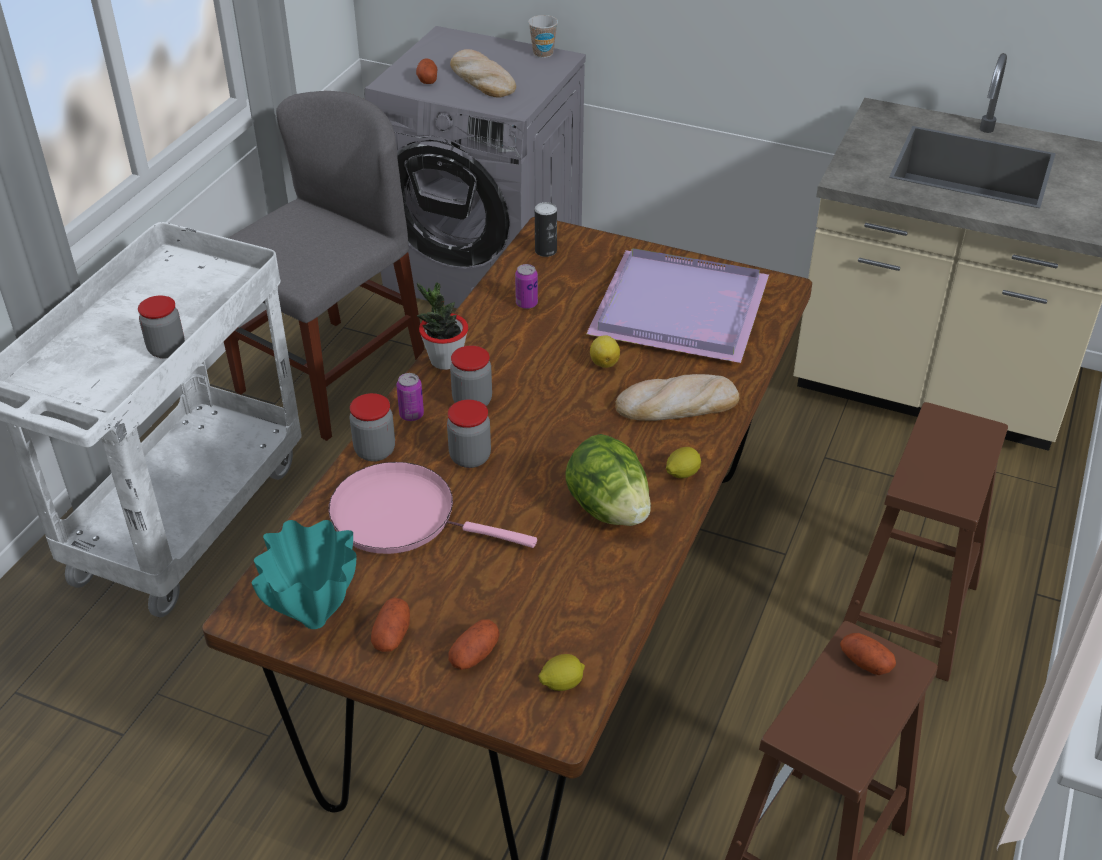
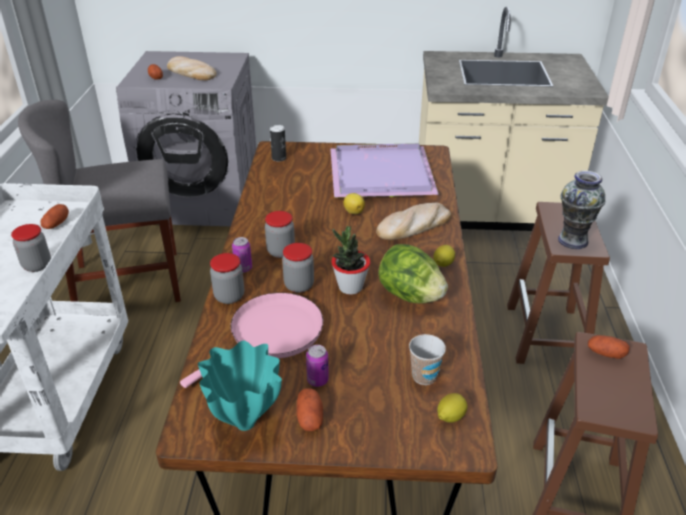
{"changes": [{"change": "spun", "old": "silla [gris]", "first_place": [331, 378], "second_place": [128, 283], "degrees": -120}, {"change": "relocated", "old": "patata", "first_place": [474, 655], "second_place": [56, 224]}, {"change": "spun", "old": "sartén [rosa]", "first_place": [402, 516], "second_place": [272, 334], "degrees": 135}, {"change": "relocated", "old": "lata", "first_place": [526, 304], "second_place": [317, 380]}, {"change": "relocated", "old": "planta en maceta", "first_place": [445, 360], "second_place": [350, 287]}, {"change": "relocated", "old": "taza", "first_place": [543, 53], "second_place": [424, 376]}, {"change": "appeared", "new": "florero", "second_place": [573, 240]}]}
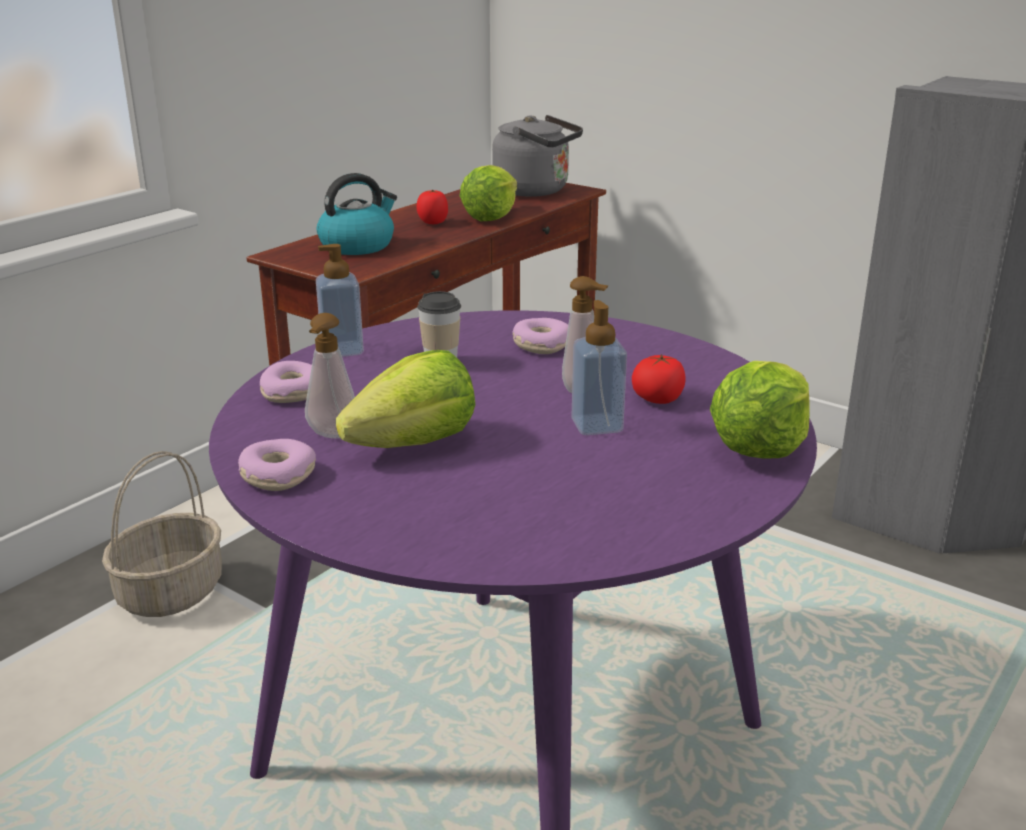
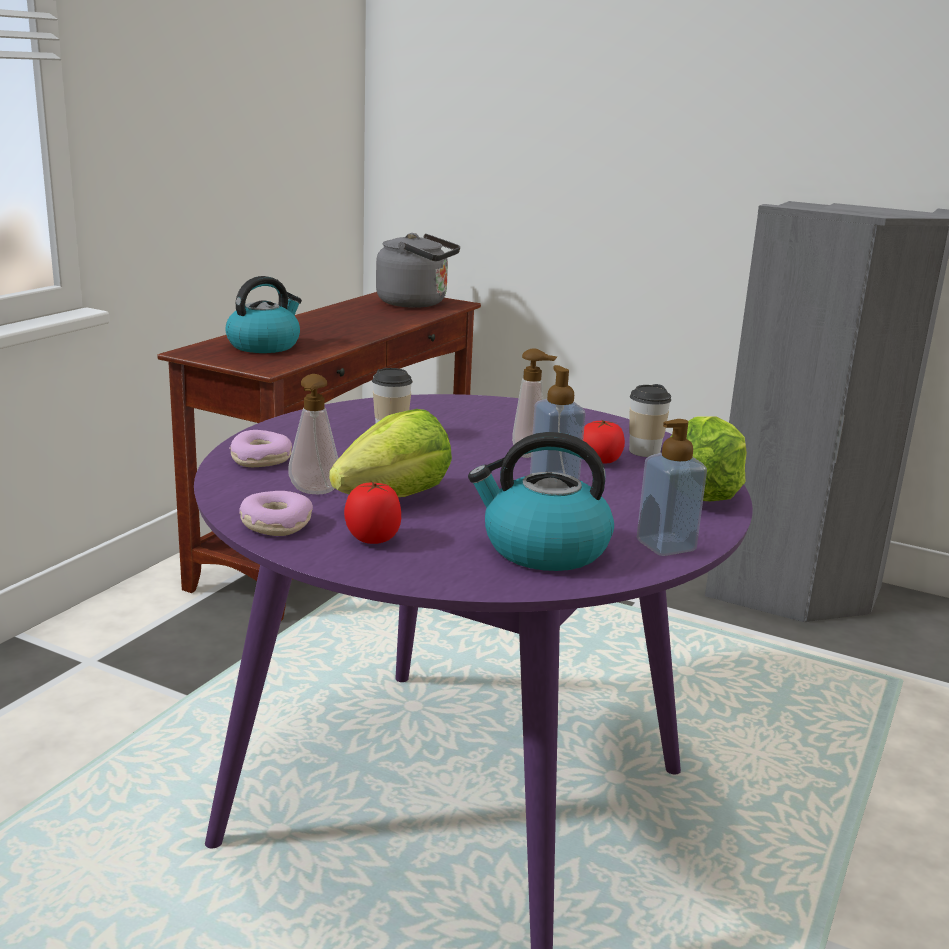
{"changes": [{"change": "relocated", "old": "tomate", "first_place": [433, 223], "second_place": [373, 539]}, {"change": "appeared", "new": "hervidor", "second_place": [543, 549]}, {"change": "appeared", "new": "taza", "second_place": [644, 451]}, {"change": "relocated", "old": "dispensador de jabón", "first_place": [342, 350], "second_place": [666, 545]}, {"change": "missing", "old": "cesta", "first_place": [171, 592]}, {"change": "missing", "old": "lechuga", "first_place": [491, 216]}, {"change": "missing", "old": "rosquilla", "first_place": [541, 345]}]}
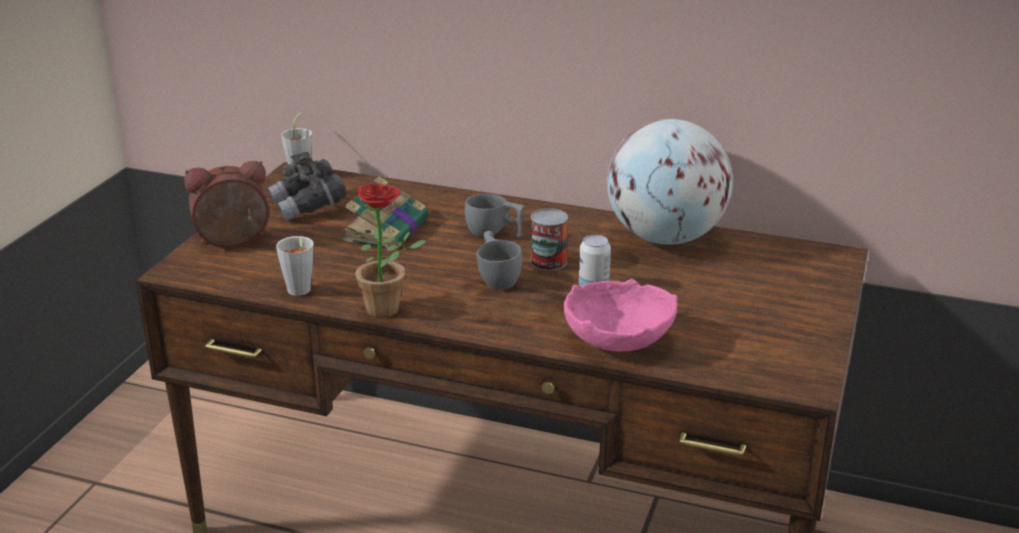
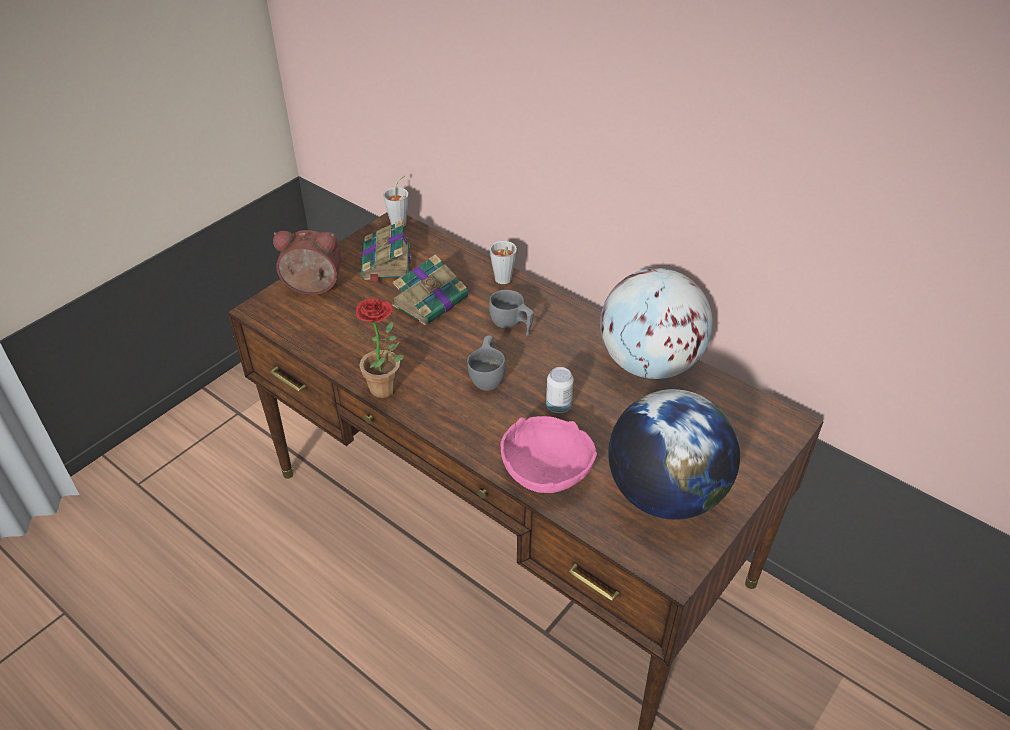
{"changes": [{"change": "exchanged", "old": "prismáticos [gris]", "new": "libro", "first_place": [309, 207], "second_place": [386, 263]}, {"change": "relocated", "old": "taza [gris]", "first_place": [299, 292], "second_place": [502, 281]}, {"change": "appeared", "new": "globo terráqueo", "second_place": [665, 494]}, {"change": "missing", "old": "lata", "first_place": [548, 262]}]}
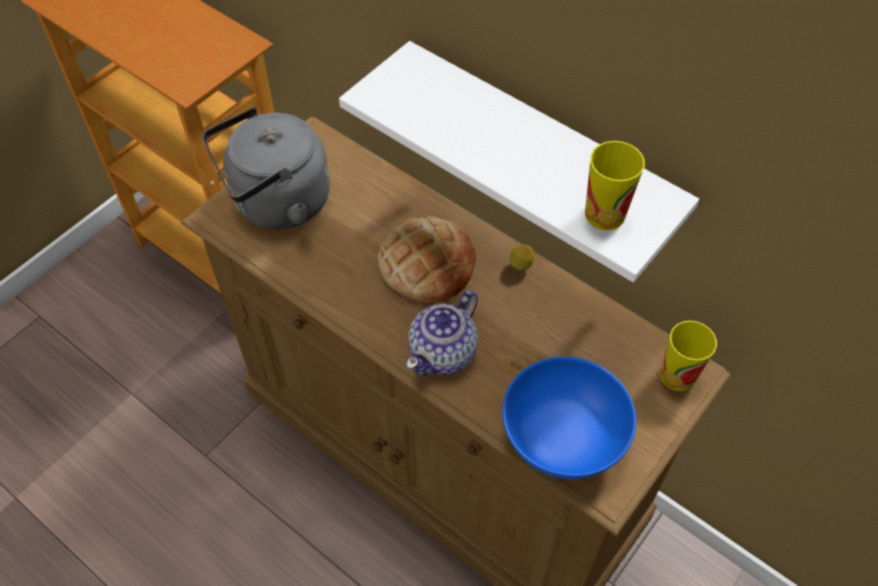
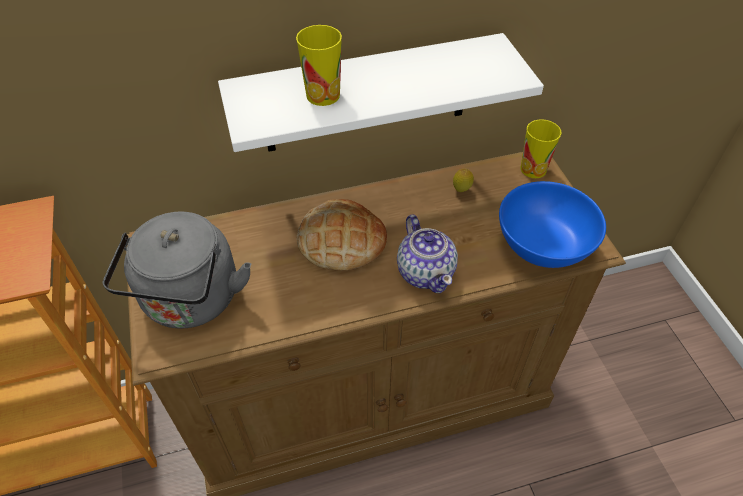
{"changes": [{"change": "relocated", "old": "taza", "first_place": [605, 214], "second_place": [323, 95]}, {"change": "relocated", "old": "limón", "first_place": [520, 267], "second_place": [461, 190]}]}
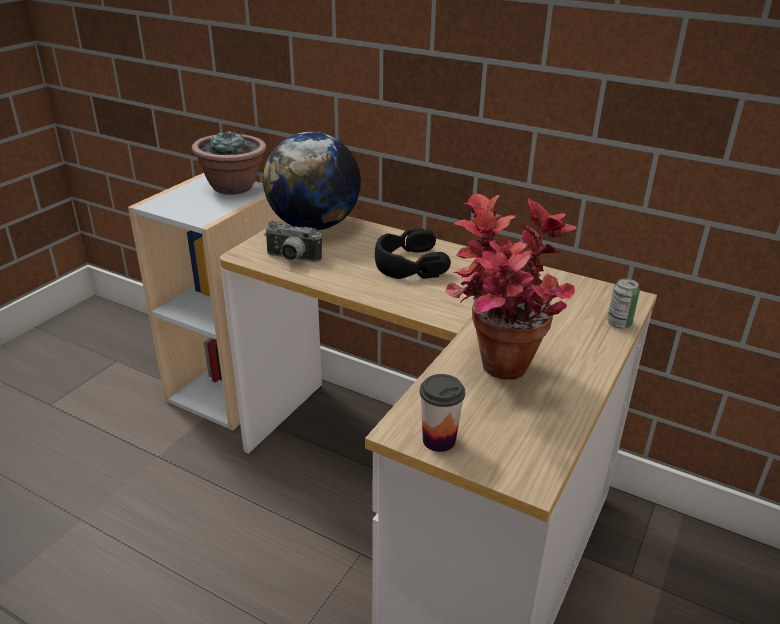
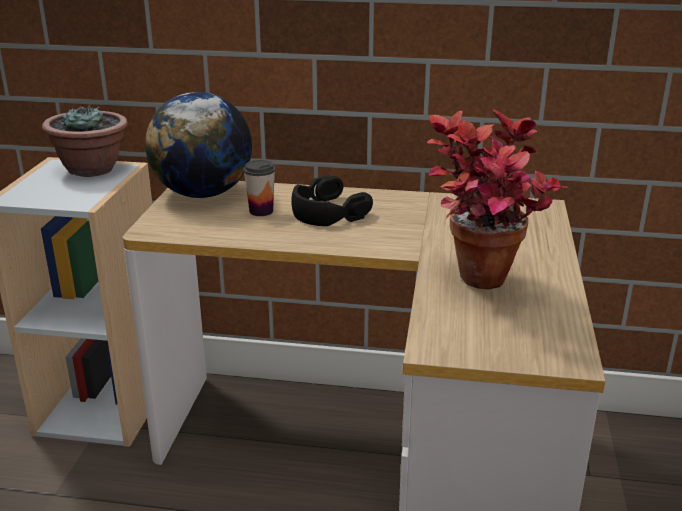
{"changes": [{"change": "relocated", "old": "taza", "first_place": [439, 440], "second_place": [261, 211]}, {"change": "missing", "old": "cámara", "first_place": [291, 259]}, {"change": "missing", "old": "lata", "first_place": [619, 323]}]}
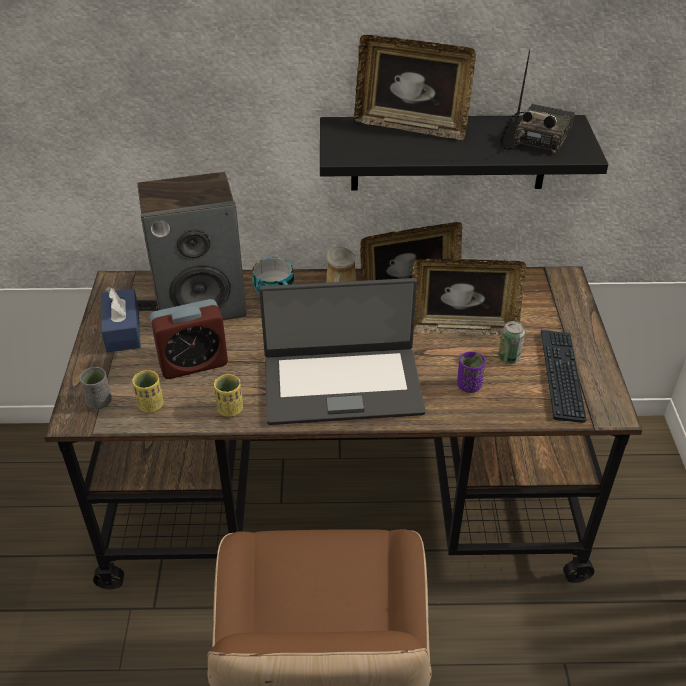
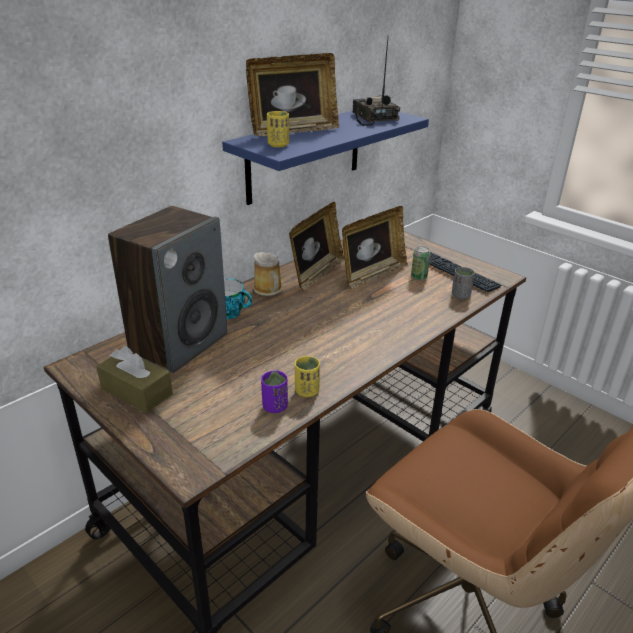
{"changes": [{"change": "colour", "old": "caja de pañuelos [azul]", "new": "caja de pañuelos [marrón]", "first_place": [123, 330], "second_place": [136, 391]}, {"change": "colour", "old": "estante [negro]", "new": "estante [azul]", "first_place": [449, 153], "second_place": [305, 154]}, {"change": "relocated", "old": "taza [morado]", "first_place": [469, 386], "second_place": [275, 407]}, {"change": "relocated", "old": "taza [amarillo]", "first_place": [151, 405], "second_place": [278, 145]}, {"change": "relocated", "old": "taza [gris]", "first_place": [99, 402], "second_place": [460, 295]}, {"change": "missing", "old": "despertador", "first_place": [193, 363]}, {"change": "missing", "old": "portátil", "first_place": [342, 384]}]}
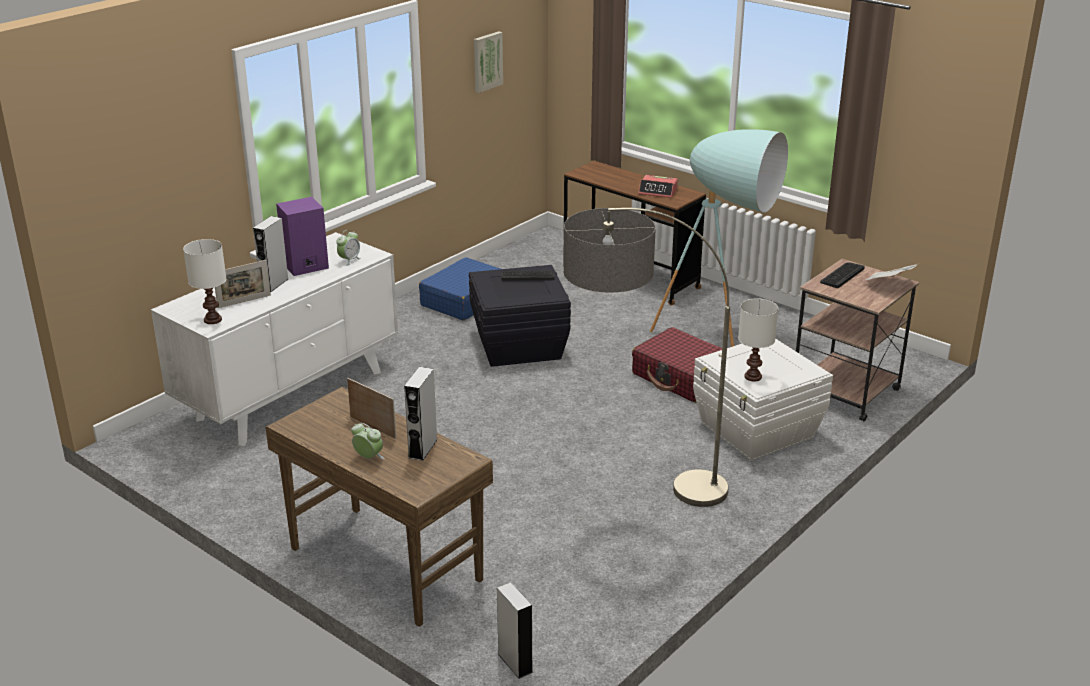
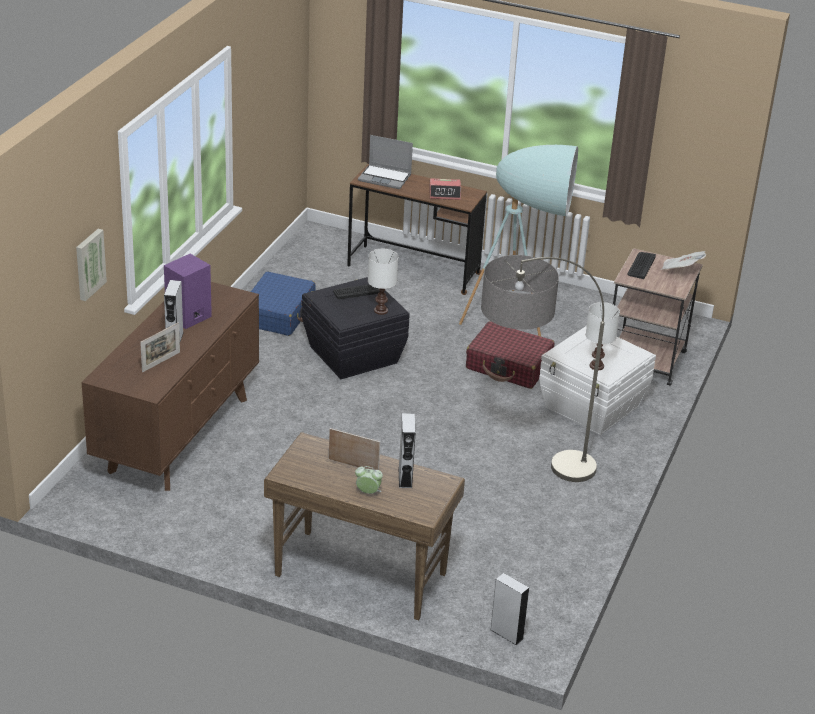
{"changes": [{"change": "relocated", "old": "cuadro", "first_place": [486, 61], "second_place": [89, 264]}, {"change": "colour", "old": "cómoda [blanco]", "new": "cómoda [marrón]", "first_place": [289, 394], "second_place": [177, 434]}, {"change": "appeared", "new": "portátil", "second_place": [385, 178]}, {"change": "relocated", "old": "lámpara de mesa [blanco]", "first_place": [212, 320], "second_place": [380, 311]}, {"change": "missing", "old": "despertador", "first_place": [349, 260]}]}
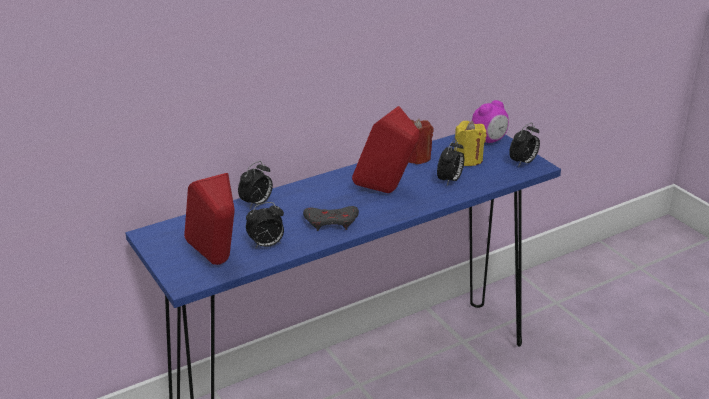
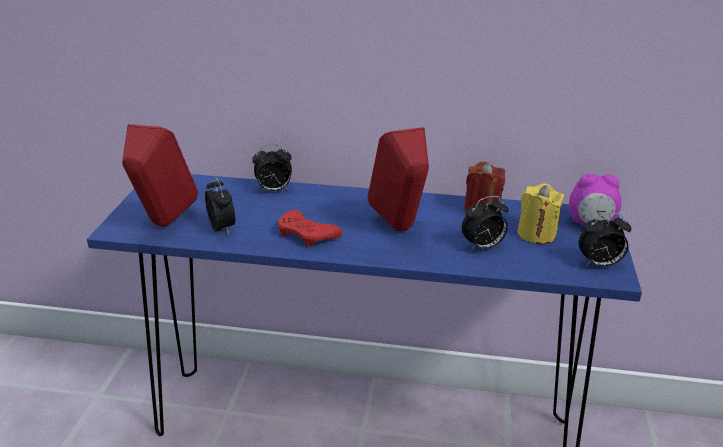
{"changes": [{"change": "spun", "old": "despertador", "first_place": [266, 245], "second_place": [222, 228], "degrees": -135}, {"change": "colour", "old": "mando de consola [gris]", "new": "mando de consola [rojo]", "first_place": [331, 222], "second_place": [307, 234]}]}
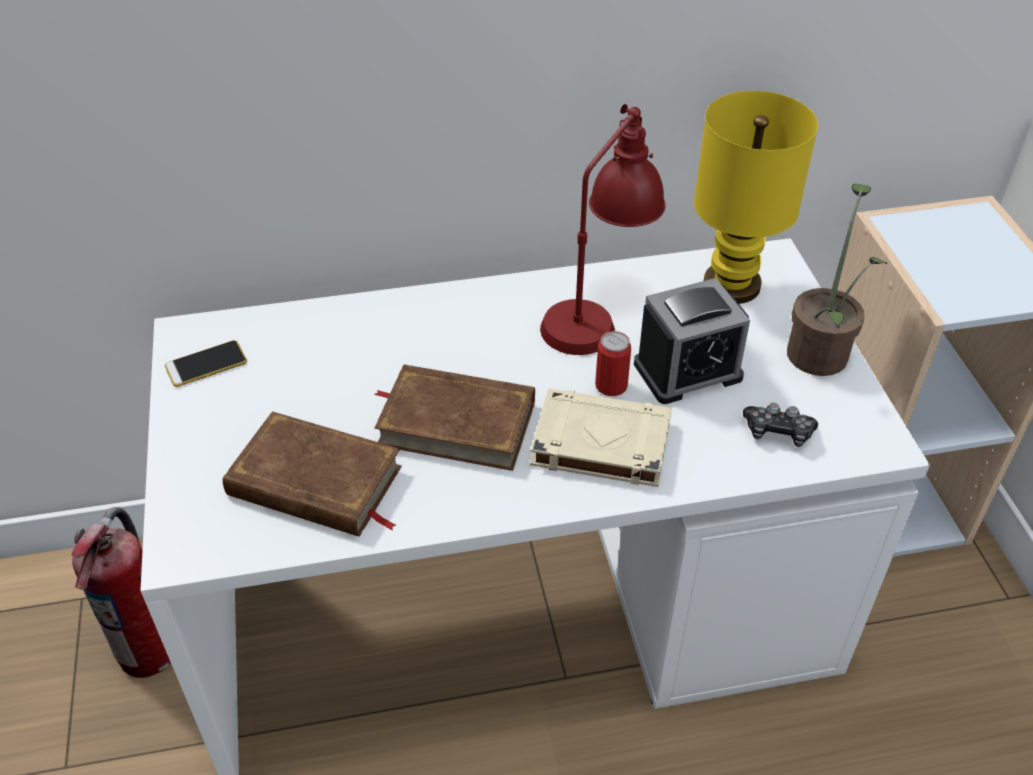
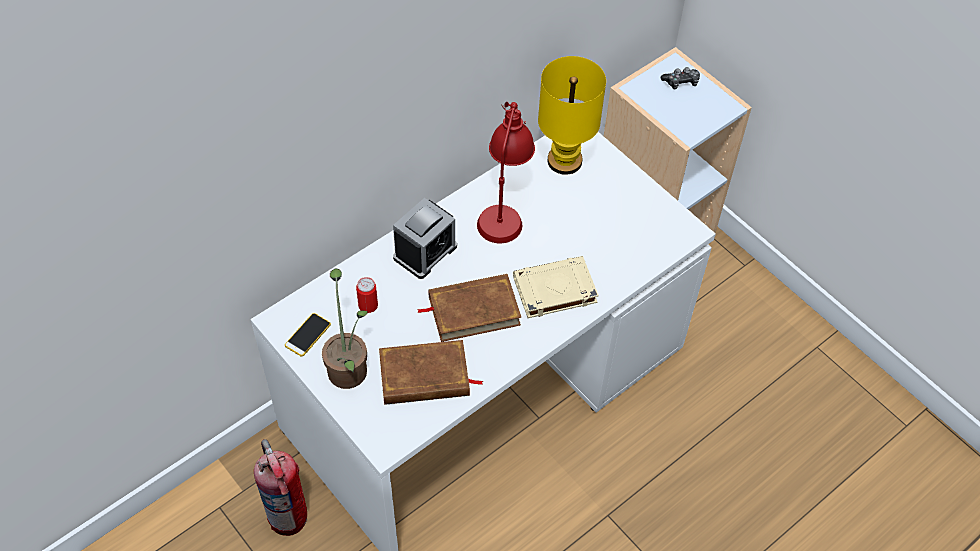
{"changes": [{"change": "relocated", "old": "planta en maceta", "first_place": [821, 349], "second_place": [348, 366]}, {"change": "relocated", "old": "lata", "first_place": [611, 386], "second_place": [368, 305]}, {"change": "relocated", "old": "despertador", "first_place": [687, 371], "second_place": [425, 252]}, {"change": "relocated", "old": "mando de consola", "first_place": [778, 432], "second_place": [681, 82]}]}
